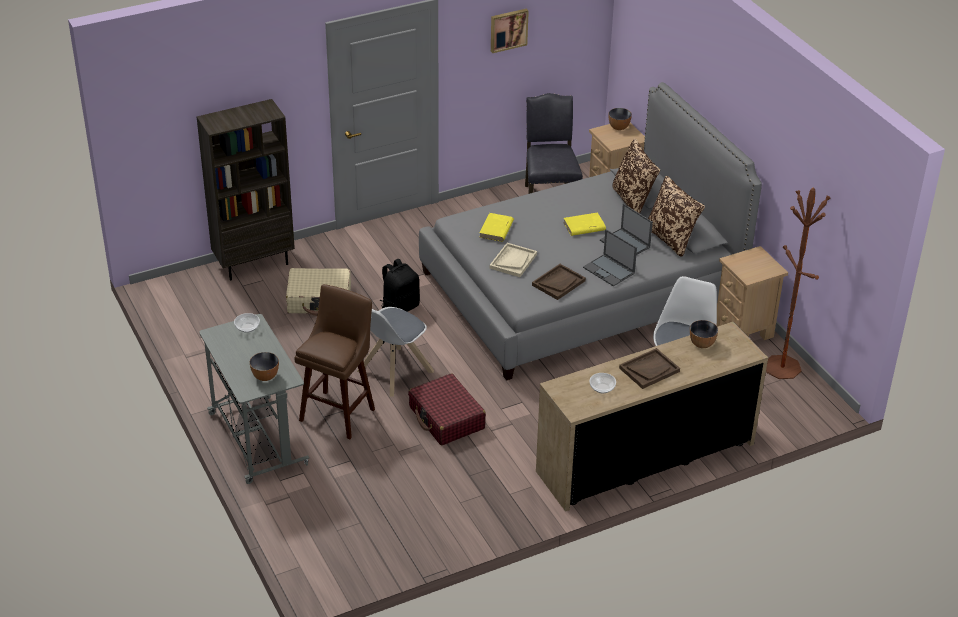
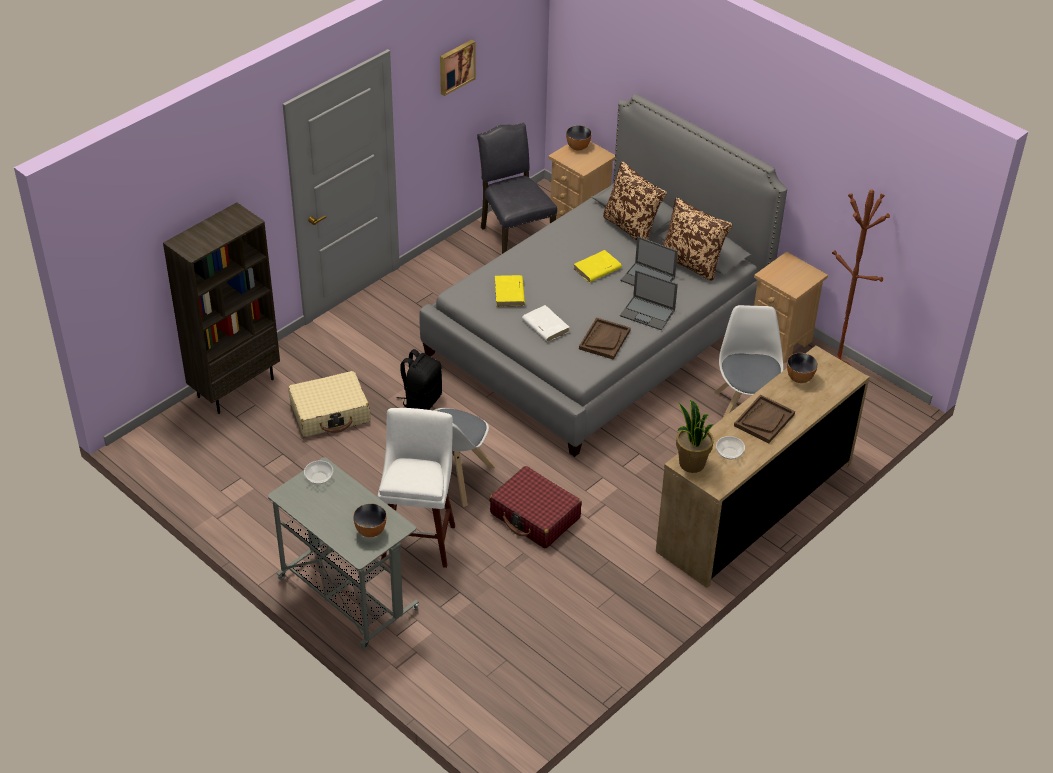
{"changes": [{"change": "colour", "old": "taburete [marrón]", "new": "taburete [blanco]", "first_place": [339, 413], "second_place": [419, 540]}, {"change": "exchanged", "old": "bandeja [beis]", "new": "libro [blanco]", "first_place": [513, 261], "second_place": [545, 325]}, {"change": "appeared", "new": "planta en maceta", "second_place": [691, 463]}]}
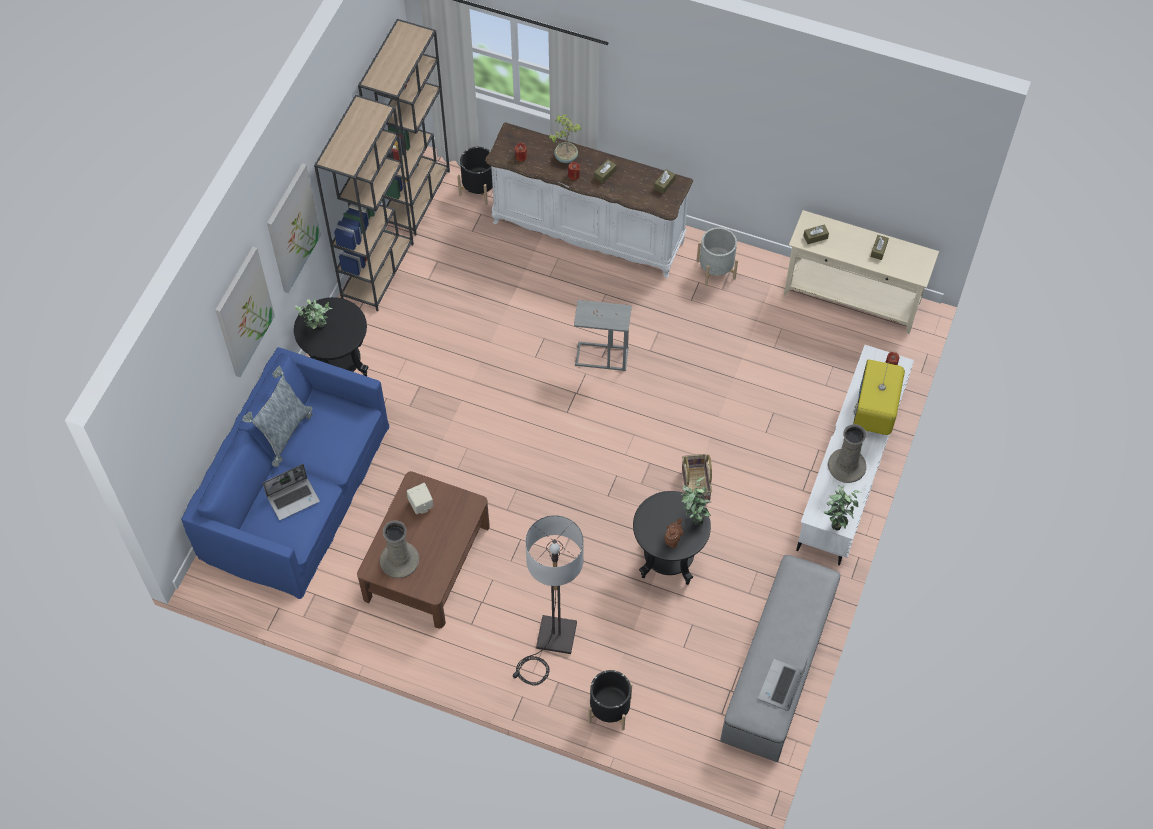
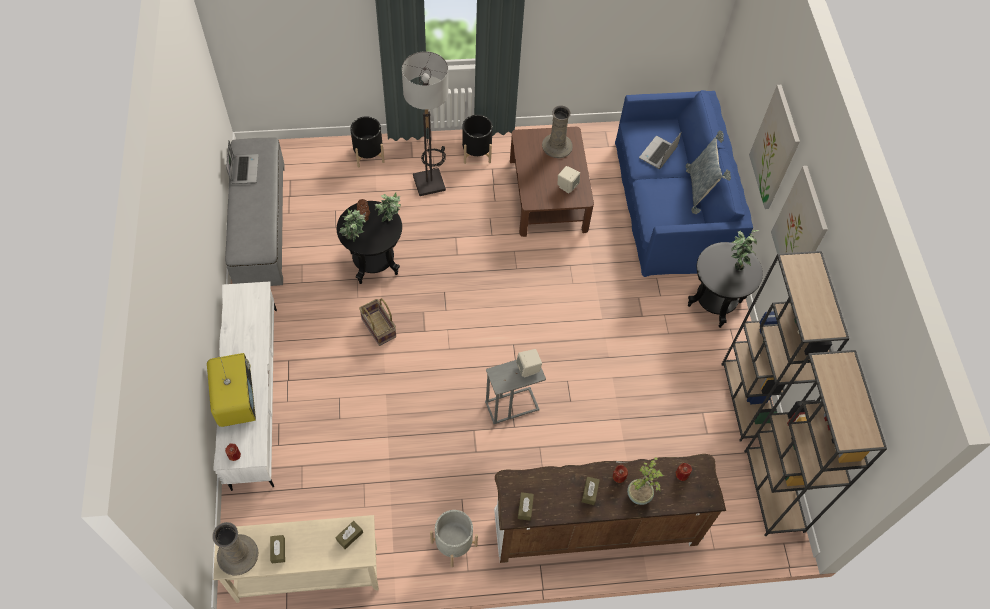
{"changes": [{"change": "relocated", "old": "florero [beis]", "first_place": [847, 466], "second_place": [237, 555]}, {"change": "relocated", "old": "planta en maceta", "first_place": [837, 521], "second_place": [390, 222]}, {"change": "relocated", "old": "maceta [negro]", "first_place": [479, 189], "second_place": [476, 152]}, {"change": "appeared", "new": "altavoz [beis]", "second_place": [528, 368]}]}
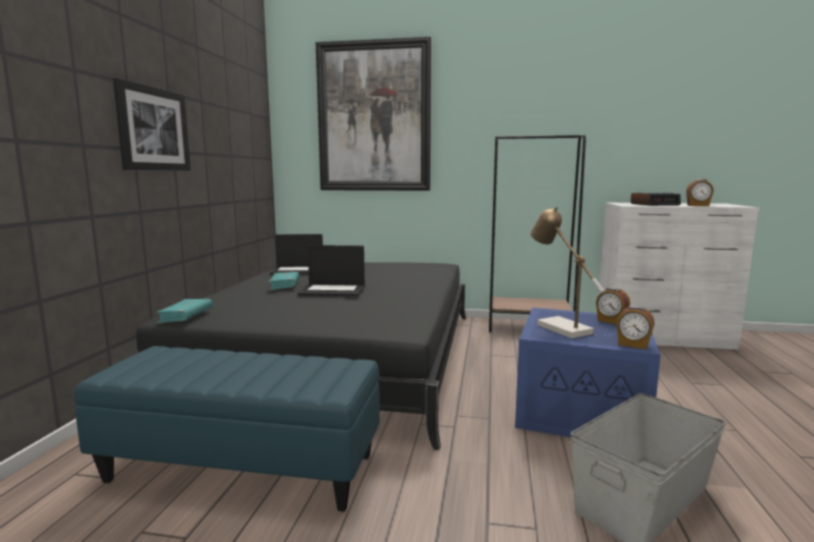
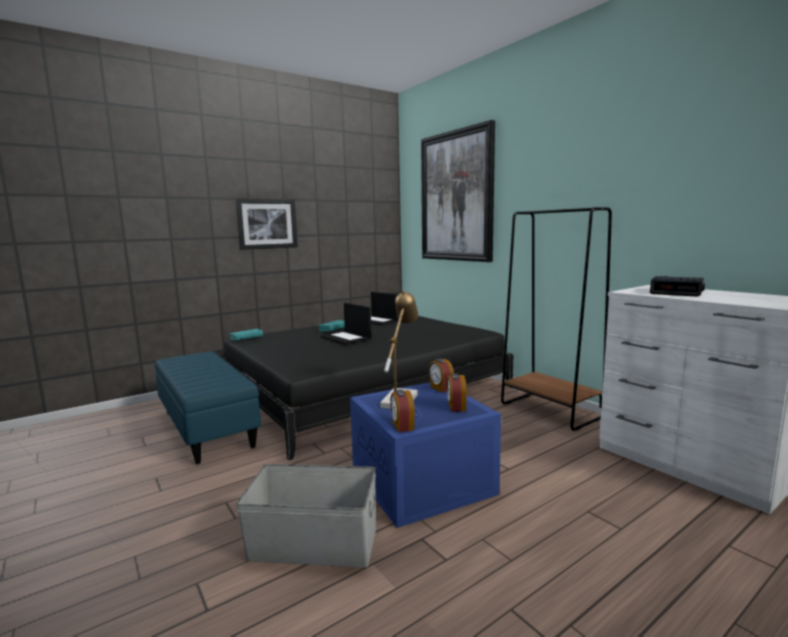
{"changes": [{"change": "relocated", "old": "despertador", "first_place": [698, 205], "second_place": [440, 388]}]}
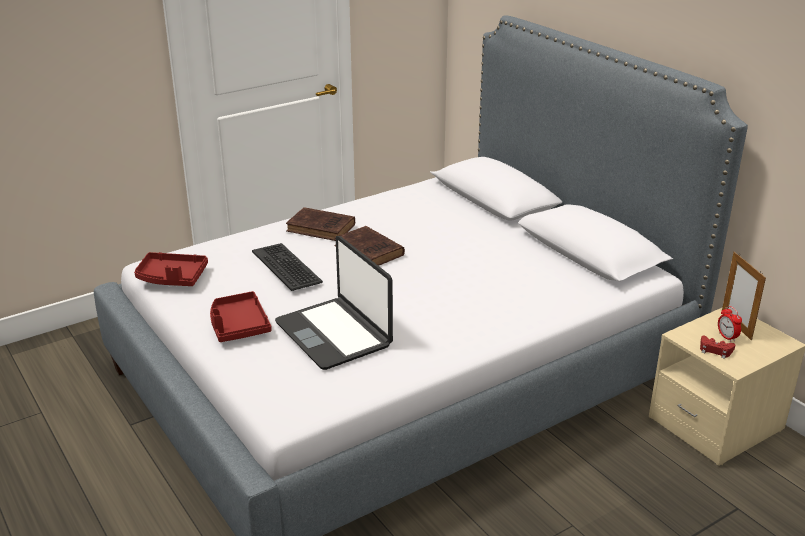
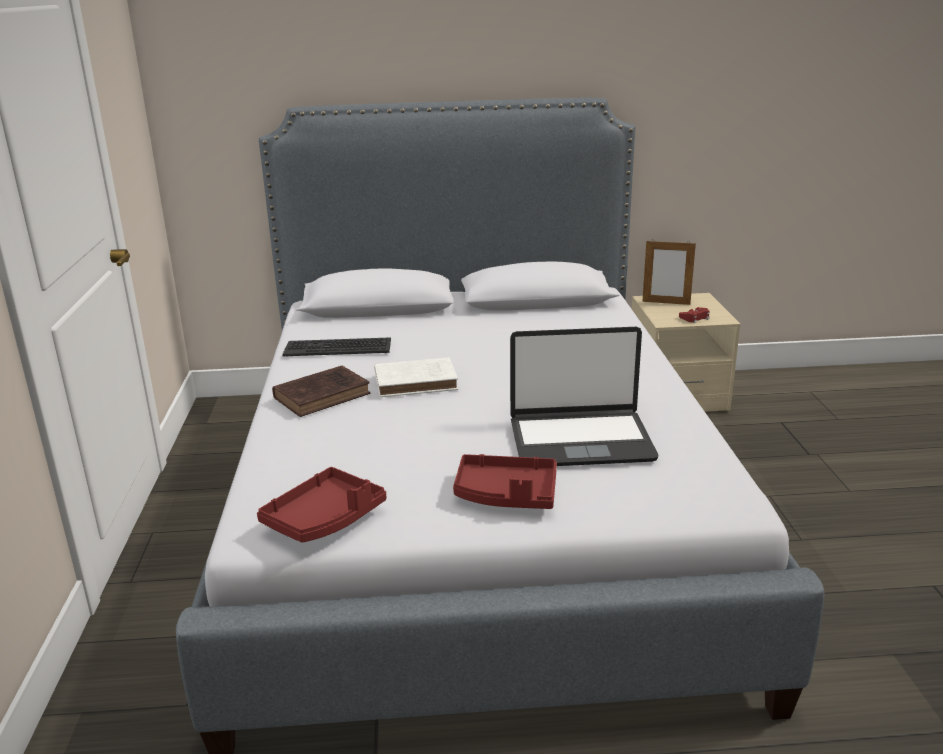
{"changes": [{"change": "relocated", "old": "teclado", "first_place": [287, 267], "second_place": [338, 348]}, {"change": "colour", "old": "libro [marrón]", "new": "libro [blanco]", "first_place": [370, 251], "second_place": [418, 382]}, {"change": "missing", "old": "despertador", "first_place": [727, 337]}]}
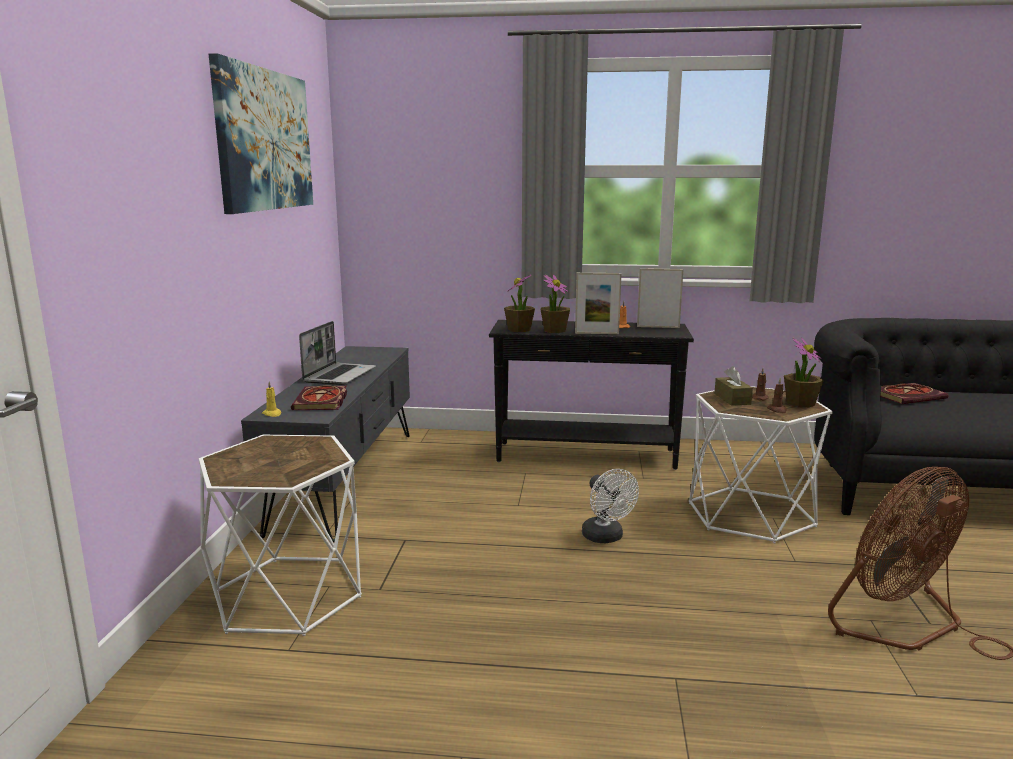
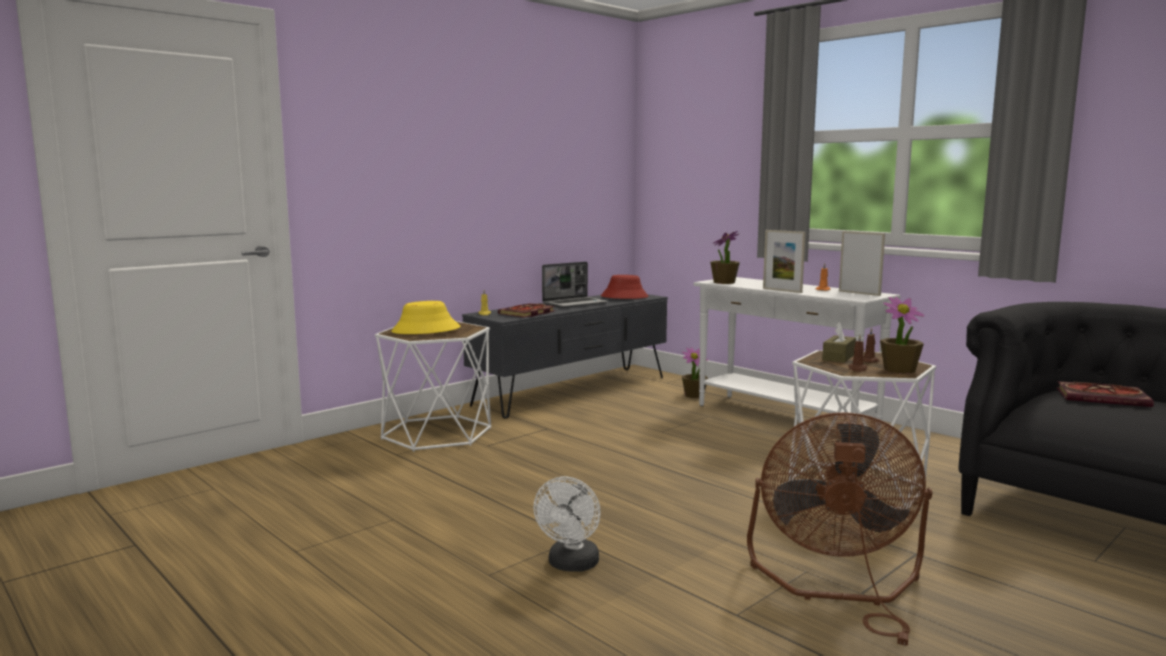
{"changes": [{"change": "appeared", "new": "sombrero [amarillo]", "second_place": [426, 330]}, {"change": "relocated", "old": "ventilador [blanco]", "first_place": [606, 538], "second_place": [571, 565]}, {"change": "appeared", "new": "sombrero [rojo]", "second_place": [624, 297]}, {"change": "relocated", "old": "planta en maceta", "first_place": [554, 330], "second_place": [694, 395]}, {"change": "colour", "old": "mesa consola [negro]", "new": "mesa consola [blanco]", "first_place": [587, 455], "second_place": [786, 418]}, {"change": "missing", "old": "cuadro", "first_place": [264, 140]}]}
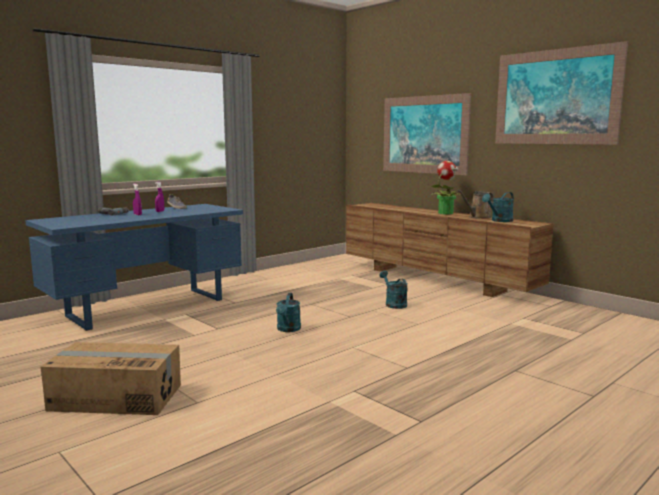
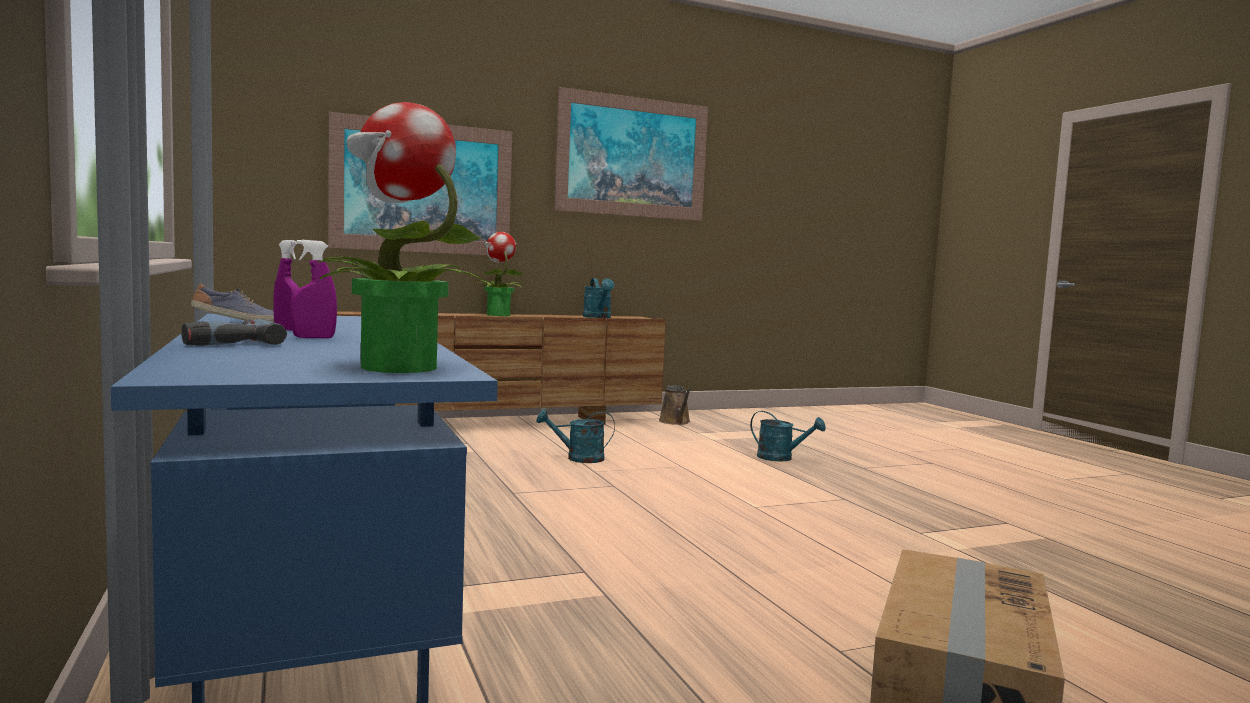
{"changes": [{"change": "appeared", "new": "planta en maceta", "second_place": [396, 367]}, {"change": "relocated", "old": "regadera [marrón]", "first_place": [478, 217], "second_place": [675, 422]}, {"change": "relocated", "old": "regadera [turquesa]", "first_place": [288, 329], "second_place": [781, 458]}]}
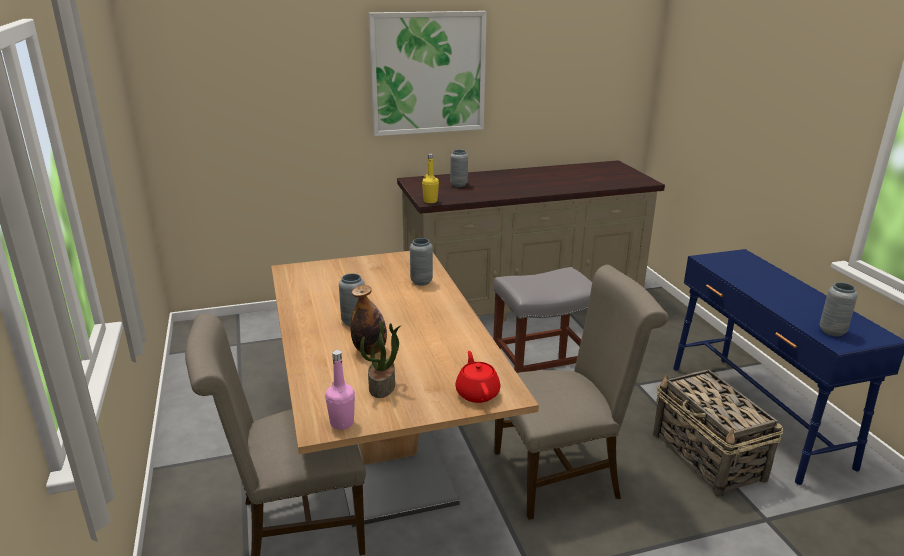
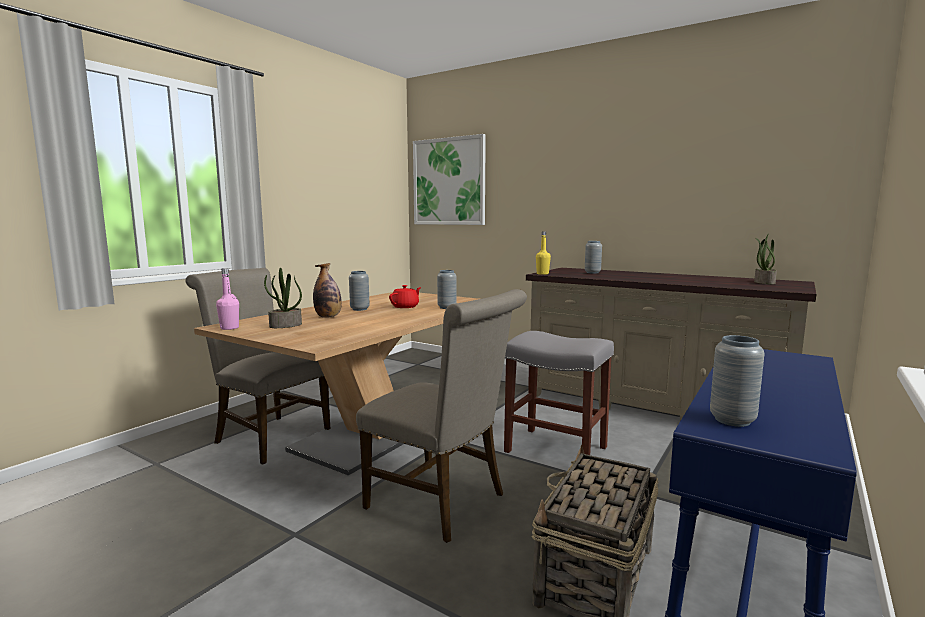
{"changes": [{"change": "relocated", "old": "tetera [rojo]", "first_place": [477, 393], "second_place": [405, 306]}, {"change": "relocated", "old": "cuadro", "first_place": [428, 73], "second_place": [449, 182]}, {"change": "appeared", "new": "planta en maceta", "second_place": [763, 282]}]}
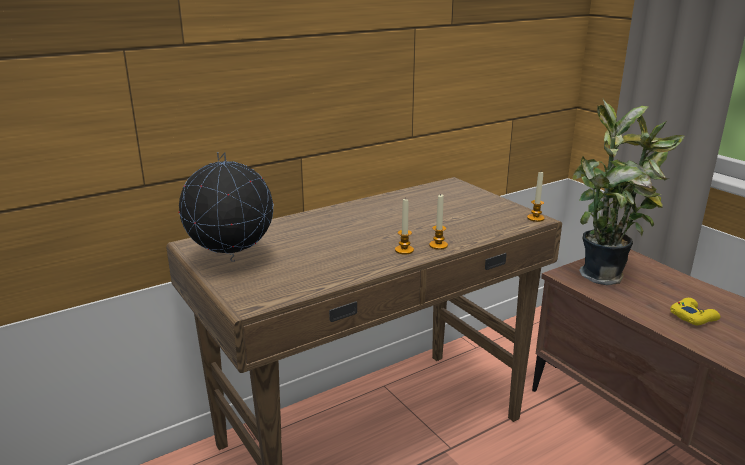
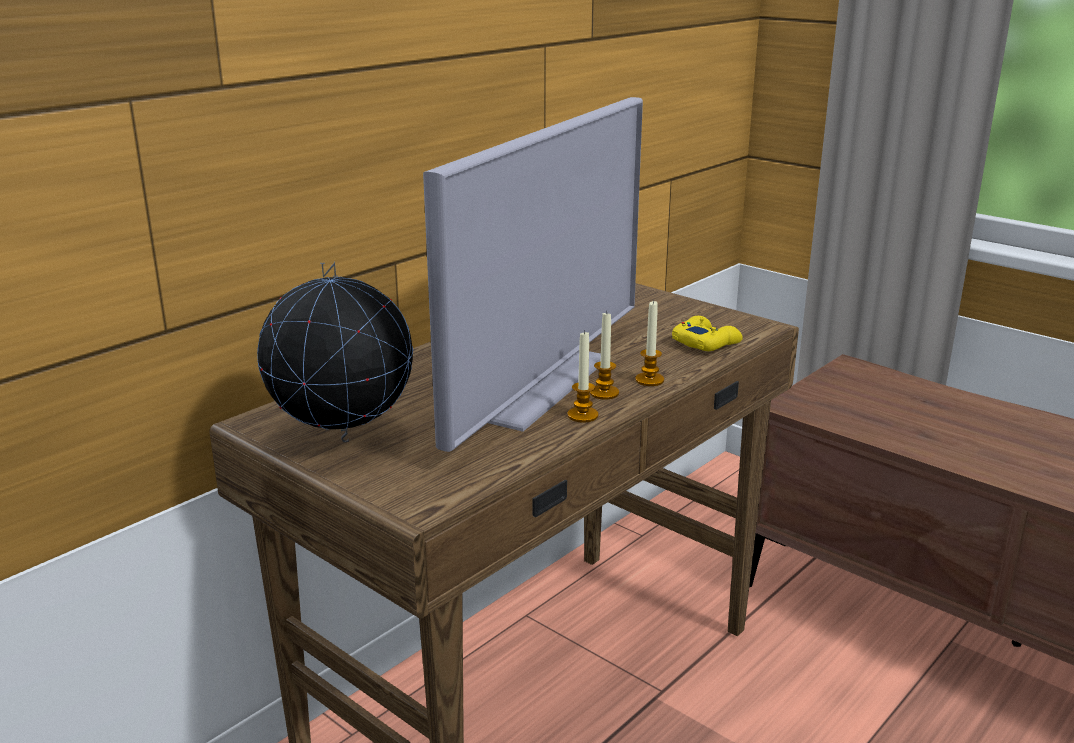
{"changes": [{"change": "appeared", "new": "televisor", "second_place": [538, 385]}, {"change": "relocated", "old": "vela", "first_place": [535, 218], "second_place": [583, 415]}, {"change": "relocated", "old": "mando de consola [amarillo]", "first_place": [693, 317], "second_place": [705, 342]}, {"change": "missing", "old": "planta en maceta", "first_place": [606, 276]}]}
